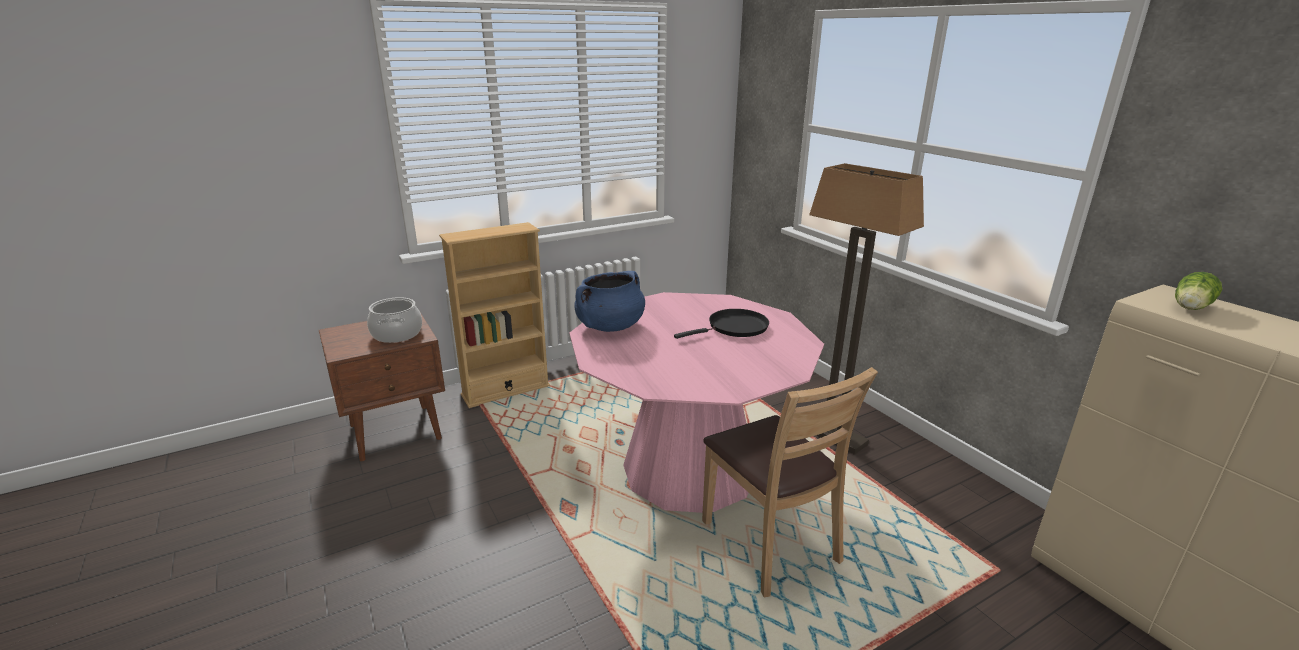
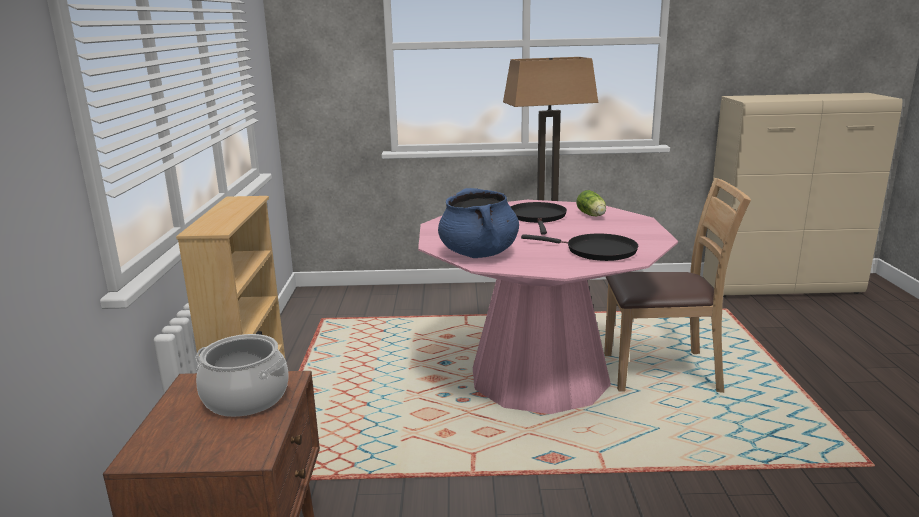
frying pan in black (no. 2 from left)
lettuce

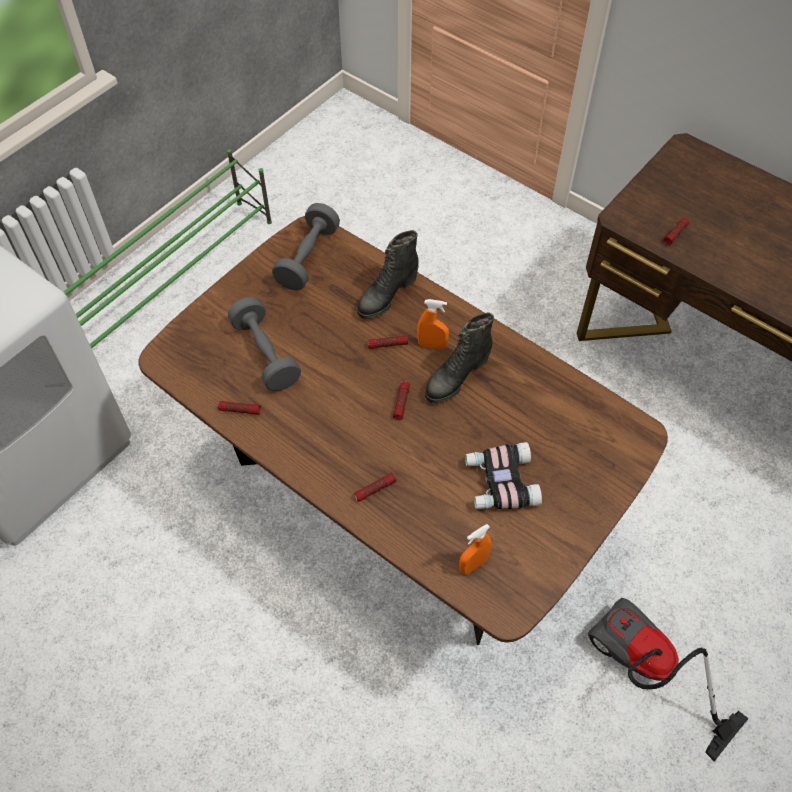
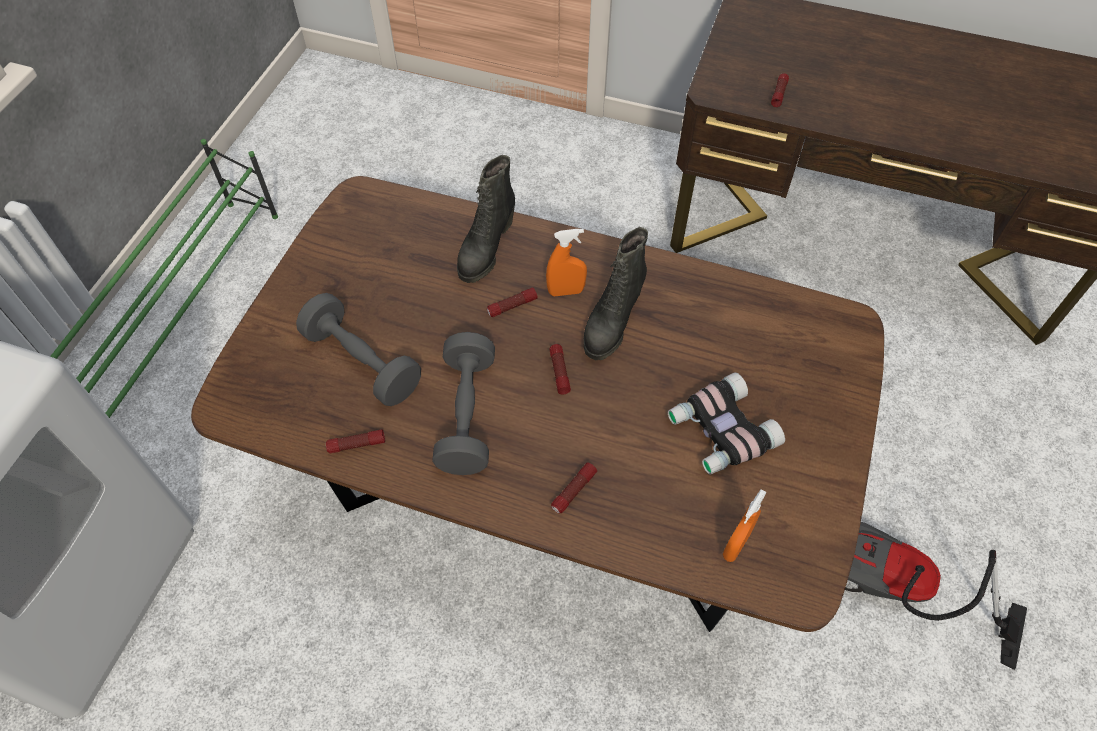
dumbbell in grey (no. 2 from left)

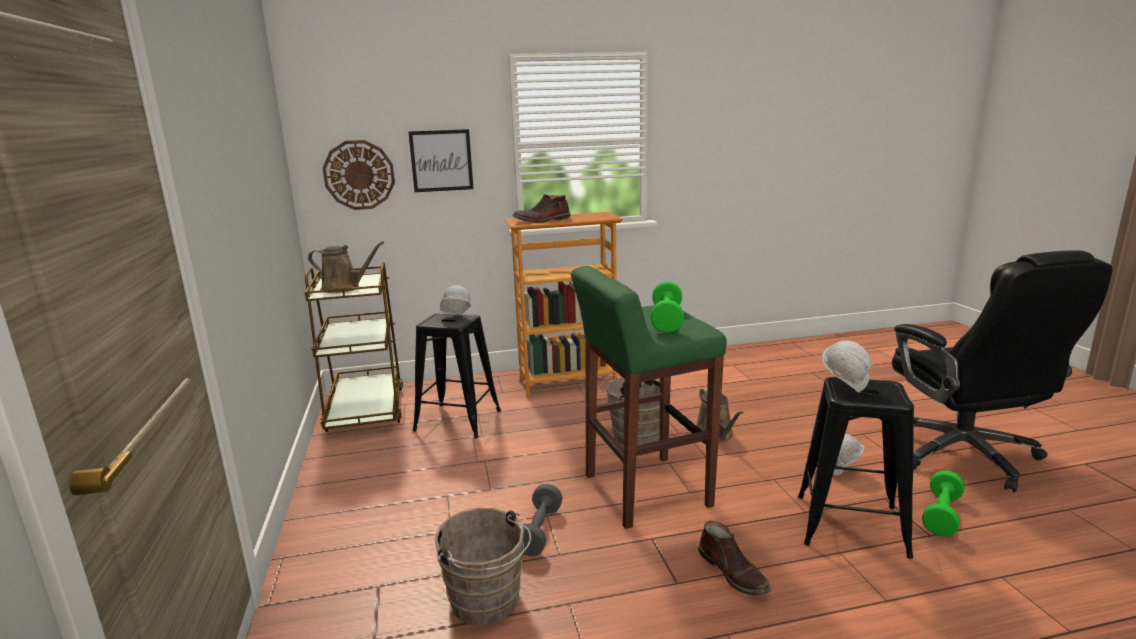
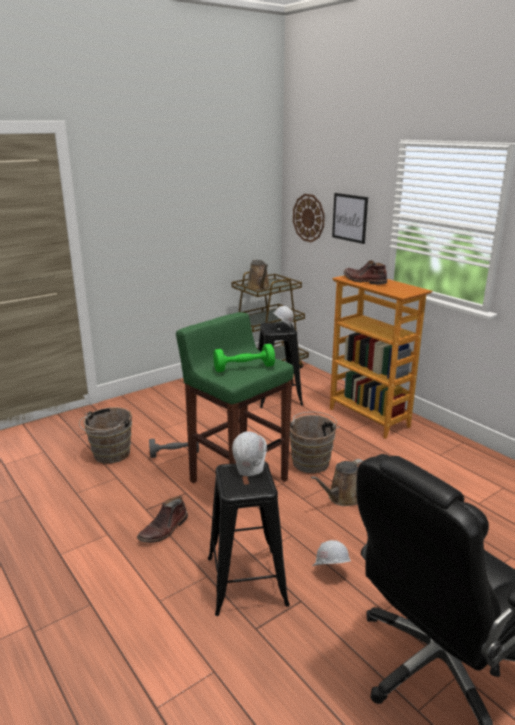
dumbbell in green (no. 2 from left in the first image)

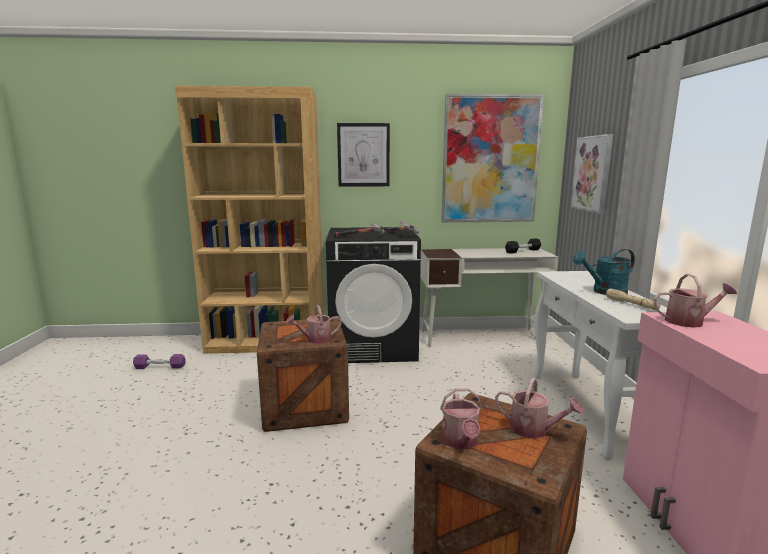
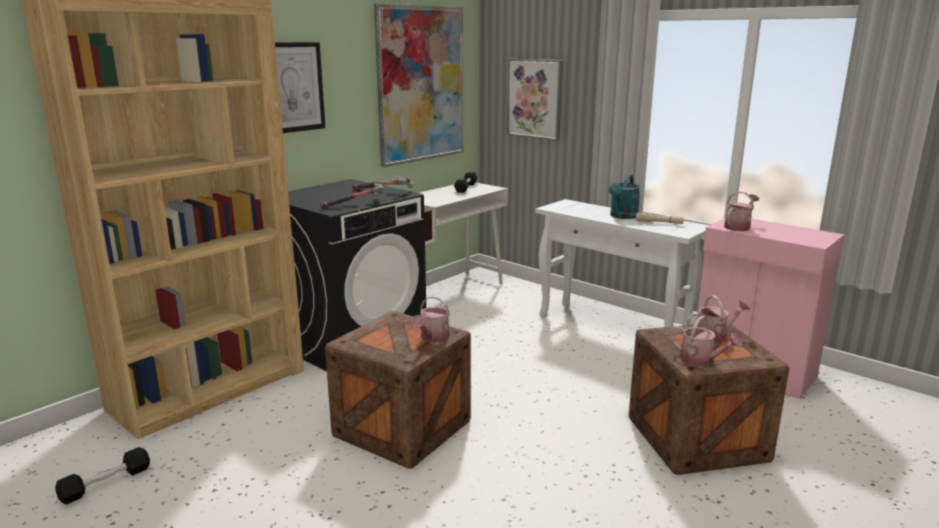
dumbbell in black (no. 1 from left)

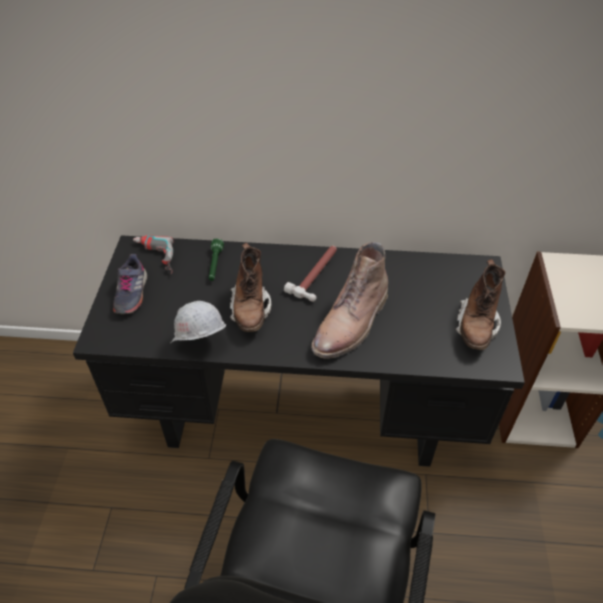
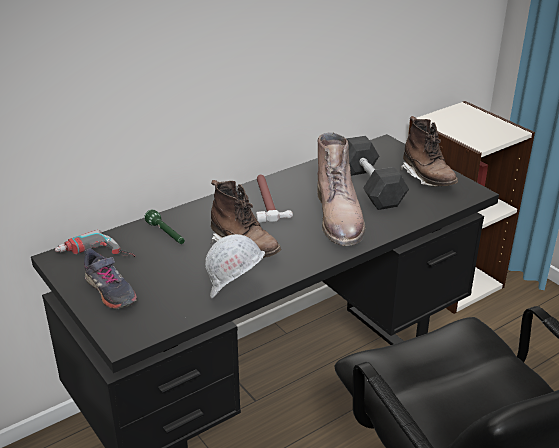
dumbbell in grey

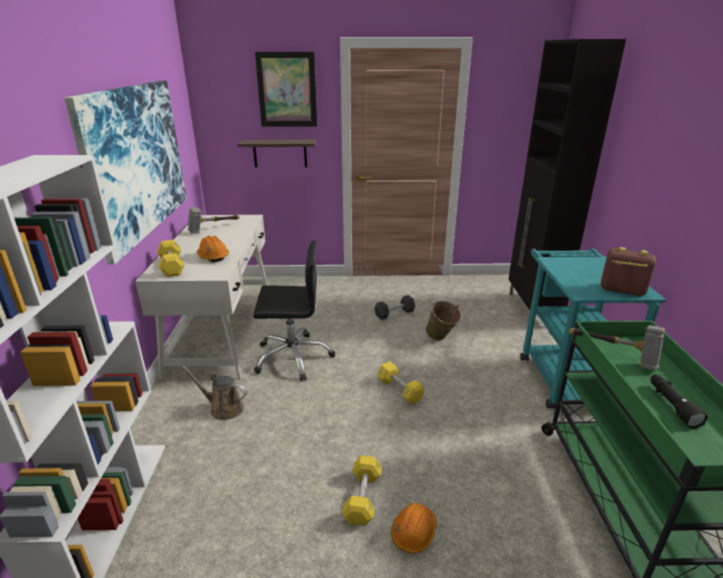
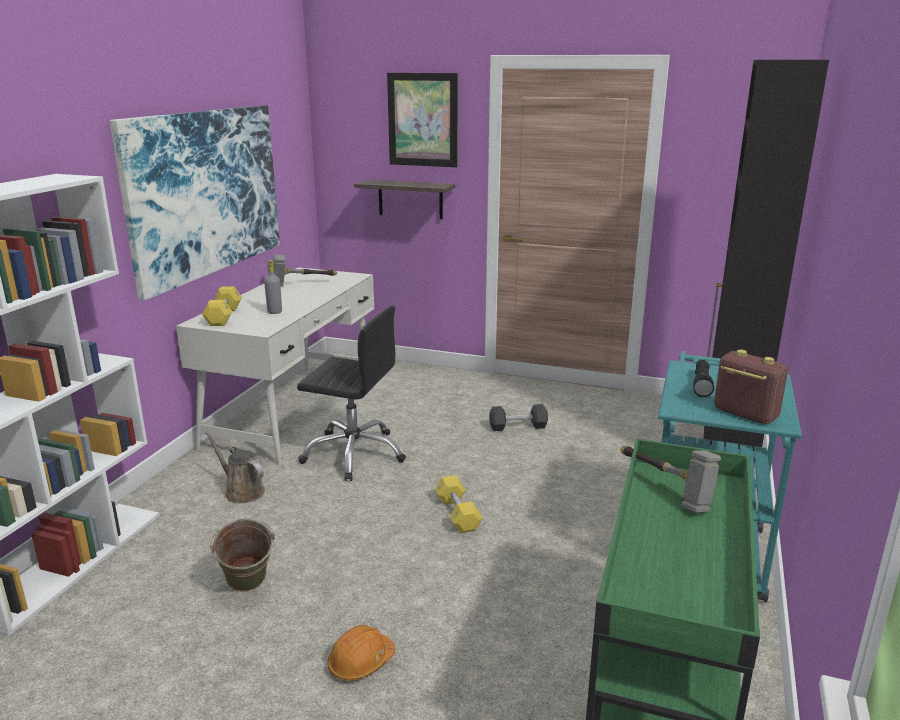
bucket in green
bottle in grey
flashlight in black
dumbbell in yellow (no. 2 from left in the first image)

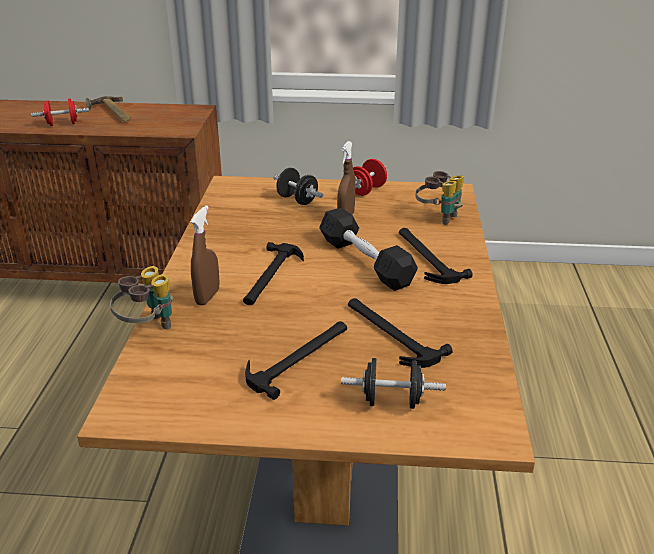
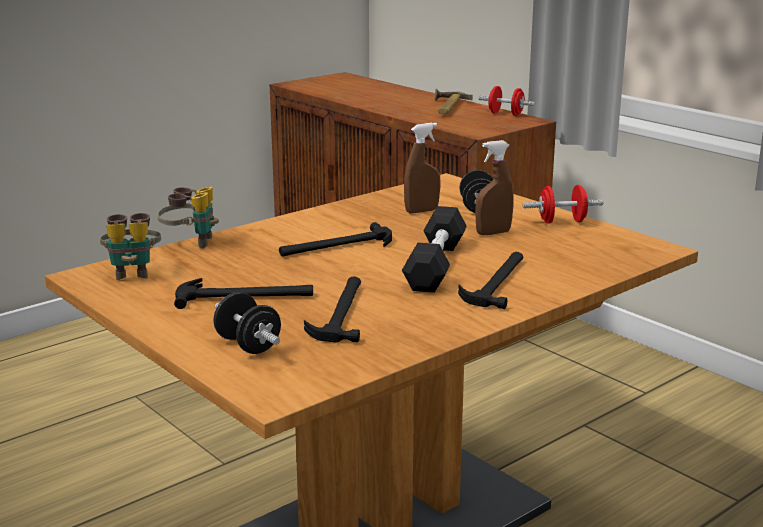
binoculars (no. 1 from left)
spray bottle in brown (no. 1 from left)
dumbbell in red (no. 1 from left)

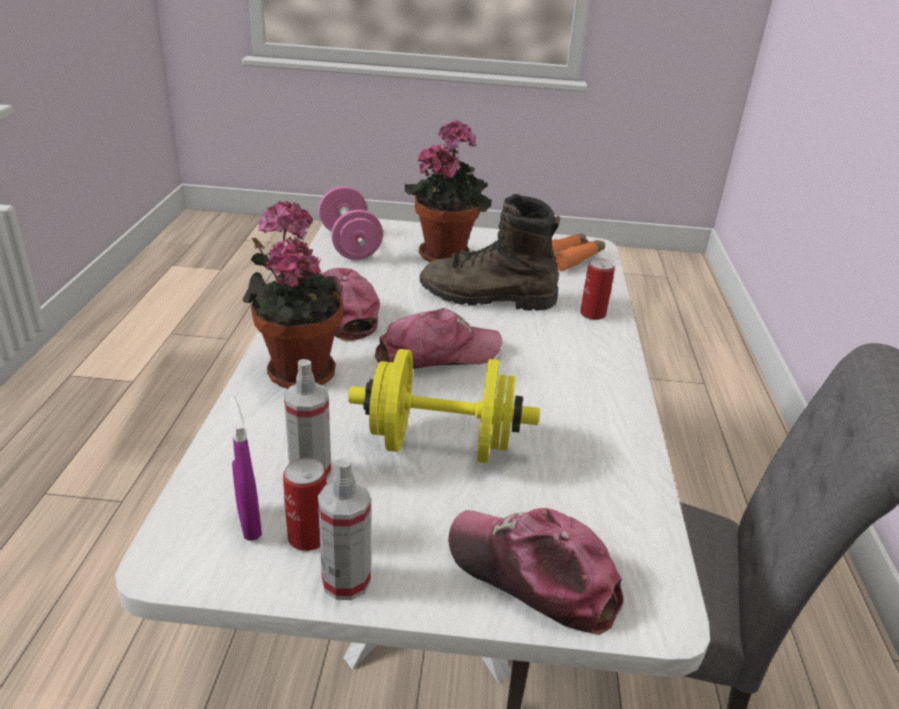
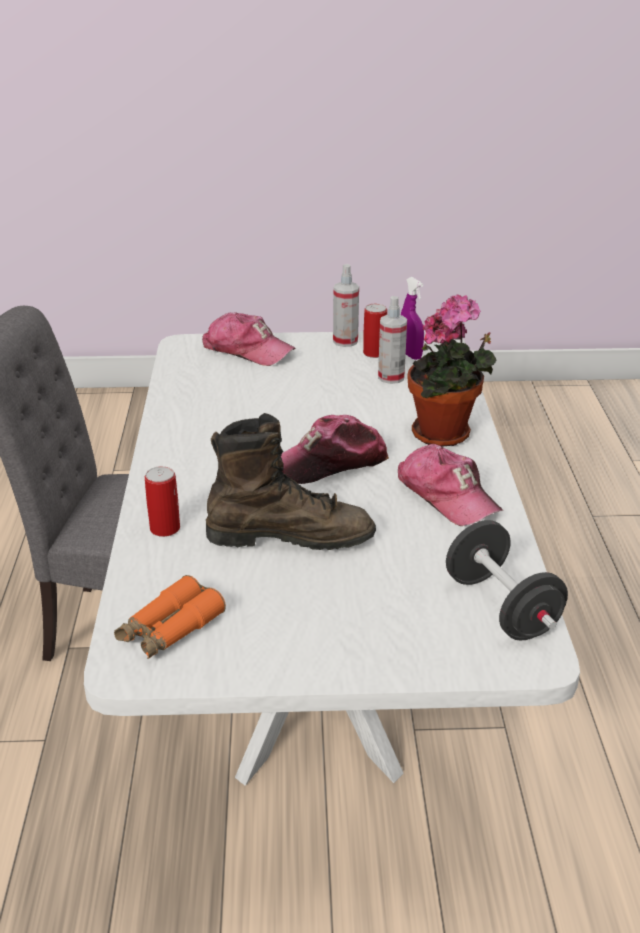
dumbbell in black
dumbbell in yellow
potted plant (no. 2 from left in the first image)

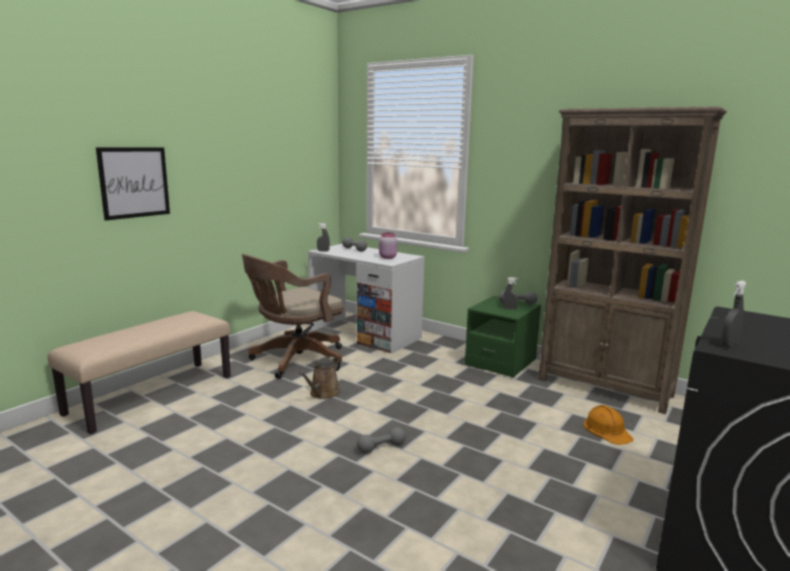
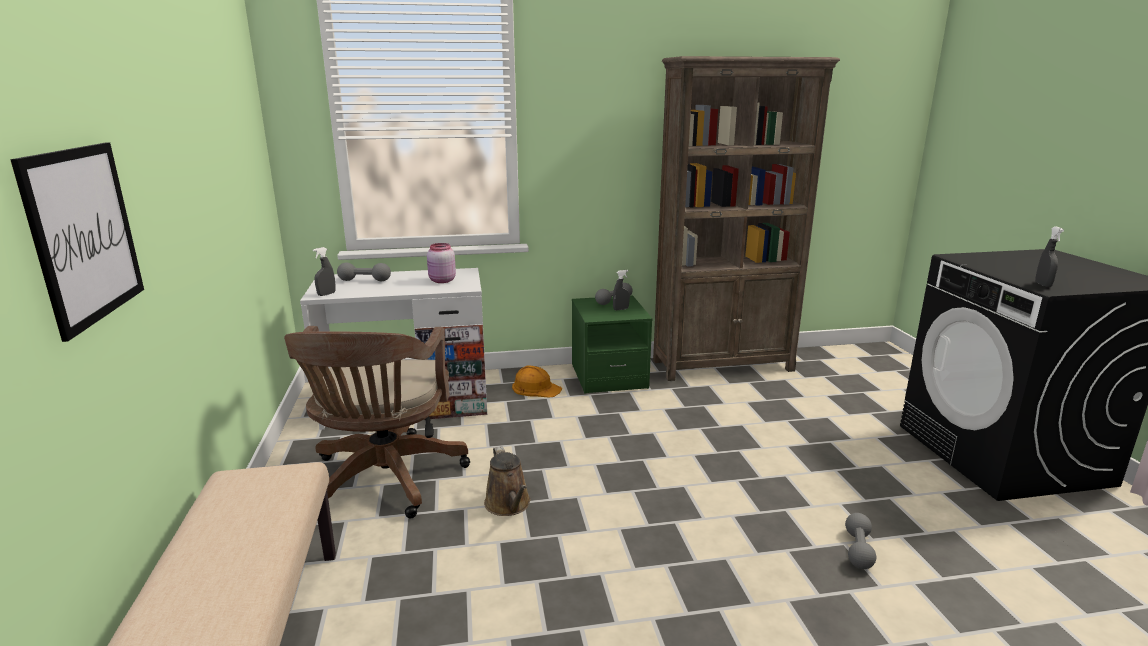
hard hat in orange
dumbbell in grey (no. 3 from left)

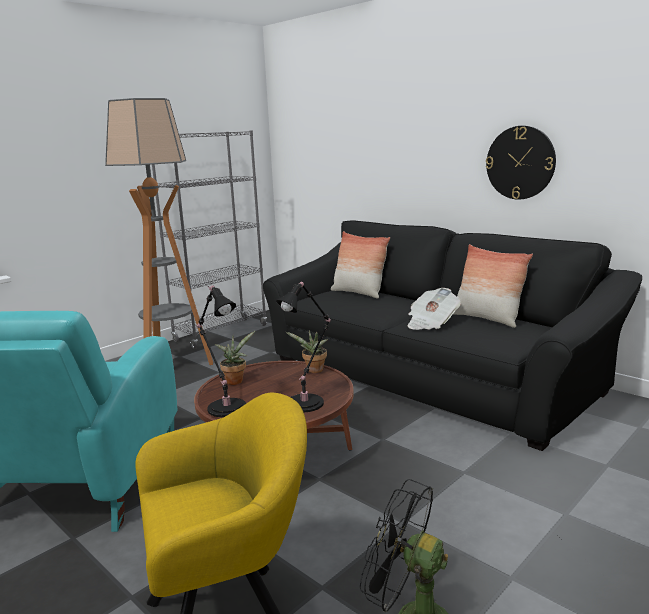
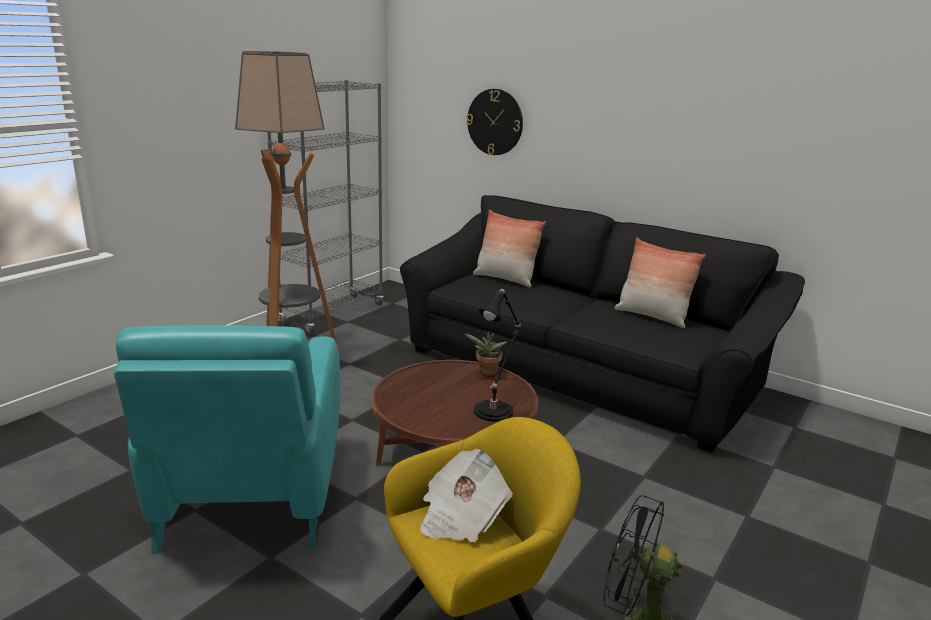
newspaper
wall clock
table lamp in black (no. 1 from left in the first image)
potted plant (no. 1 from left in the first image)

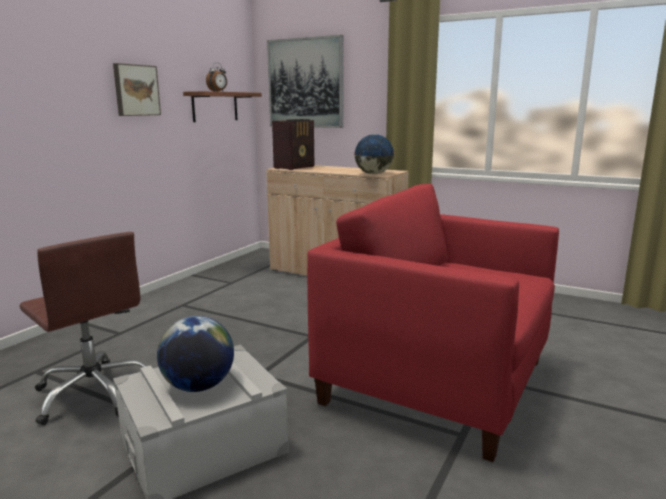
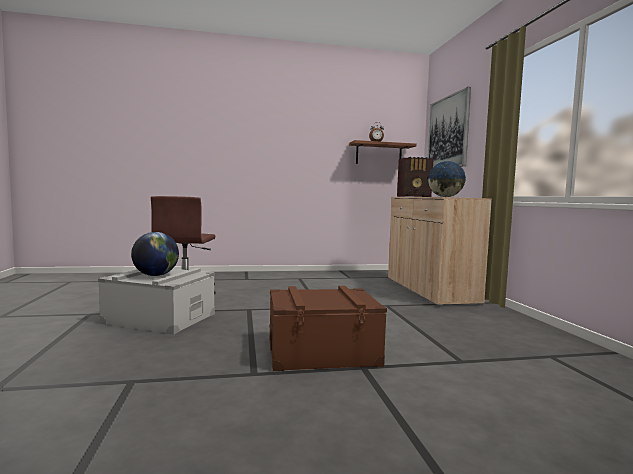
storage box in brown
picture (no. 1 from left in the first image)

